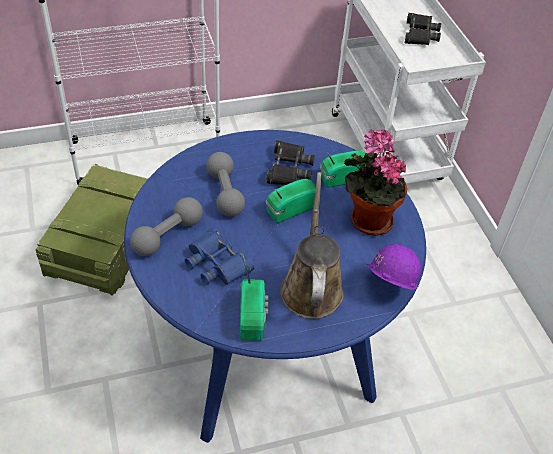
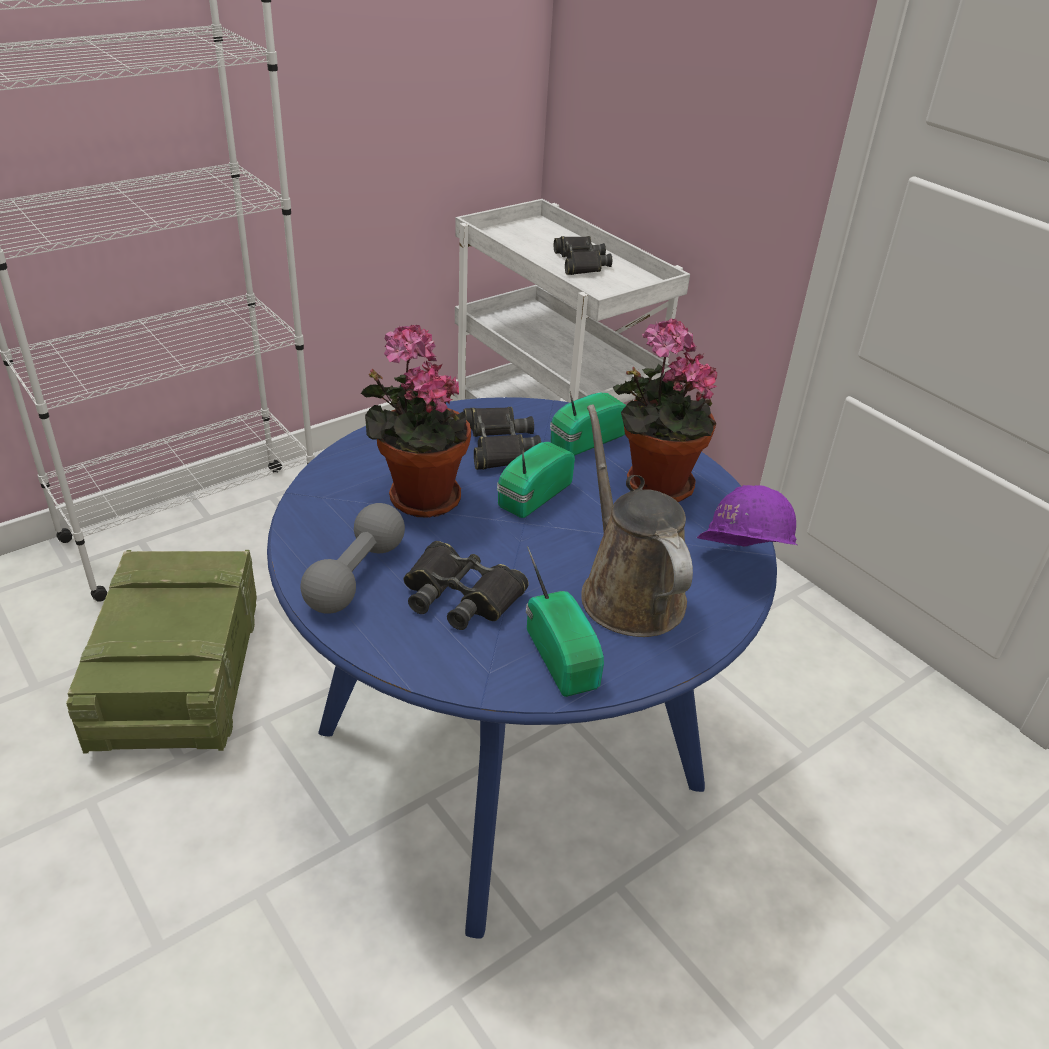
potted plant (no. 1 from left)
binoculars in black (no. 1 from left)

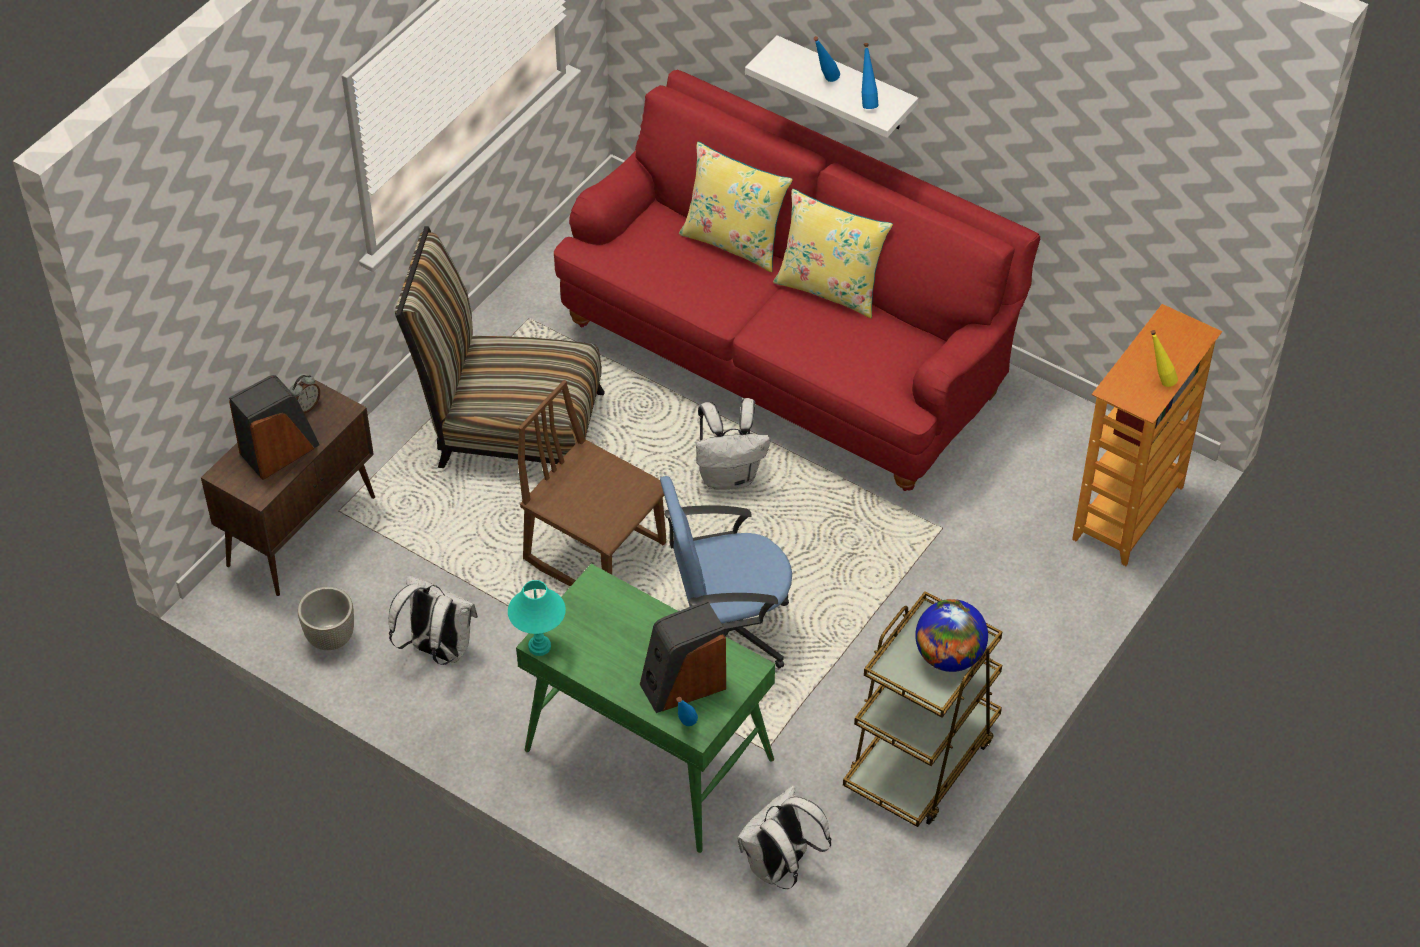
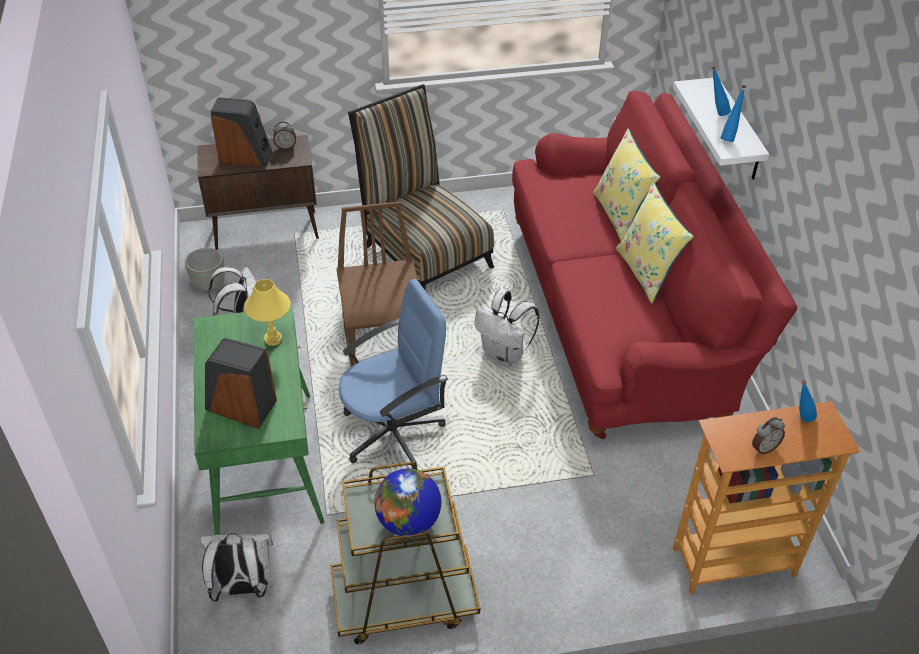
table lamp in yellow
office chair in blue
alarm clock (no. 2 from left)
bottle in blue (no. 3 from left)
table lamp in turquoise

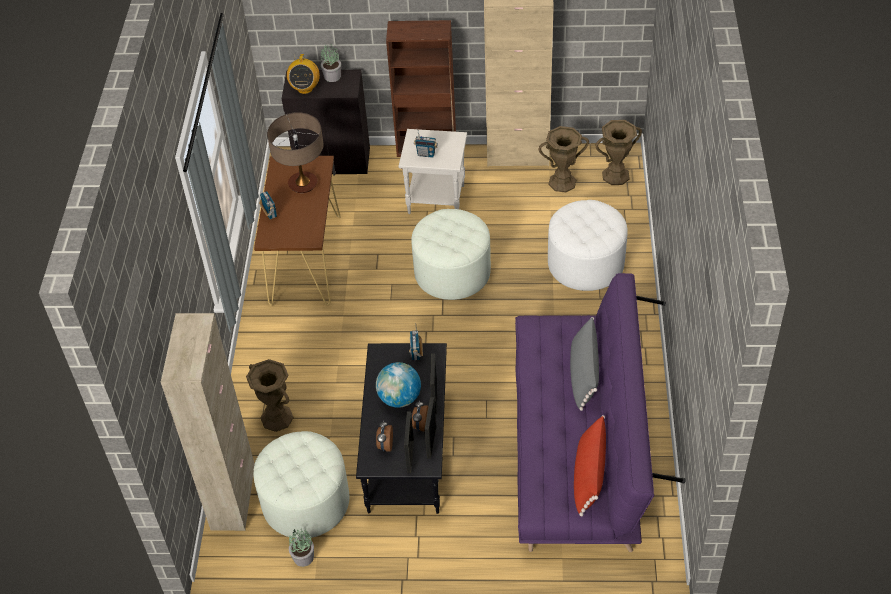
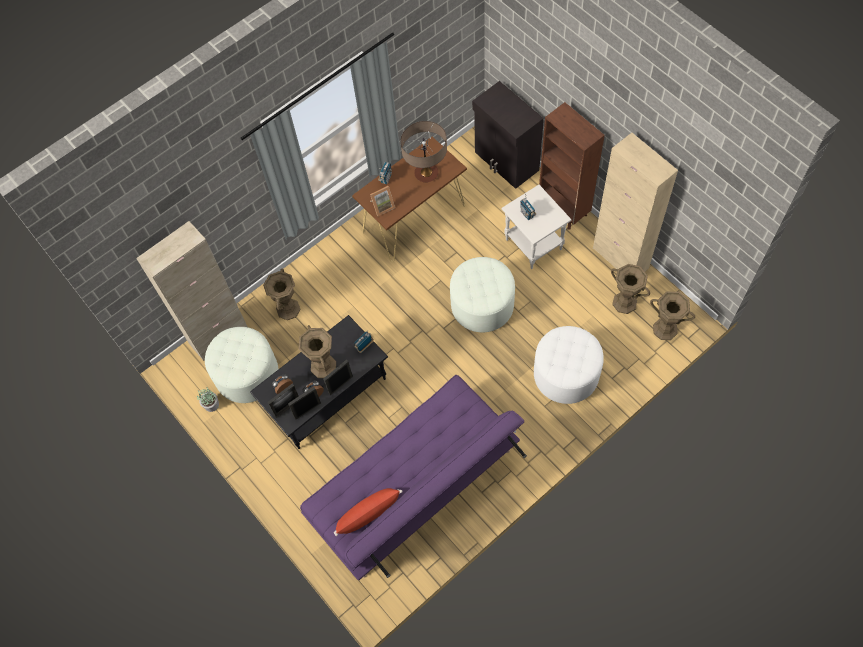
vase in brown (no. 2 from left)
picture frame (no. 4 from left)
radio (no. 2 from left in the first image)
potted plant (no. 2 from left in the first image)
pillow in grey

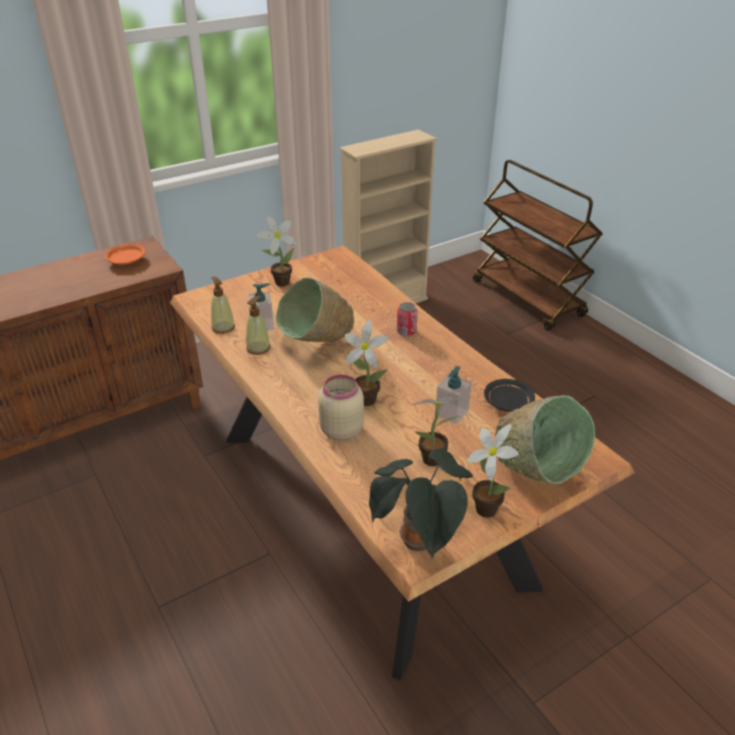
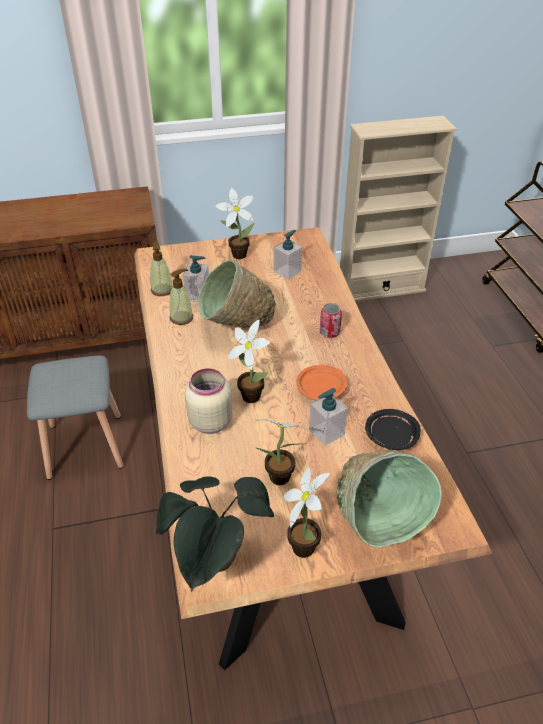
stool in grey
soap dispenser (no. 4 from left)
plate in orange

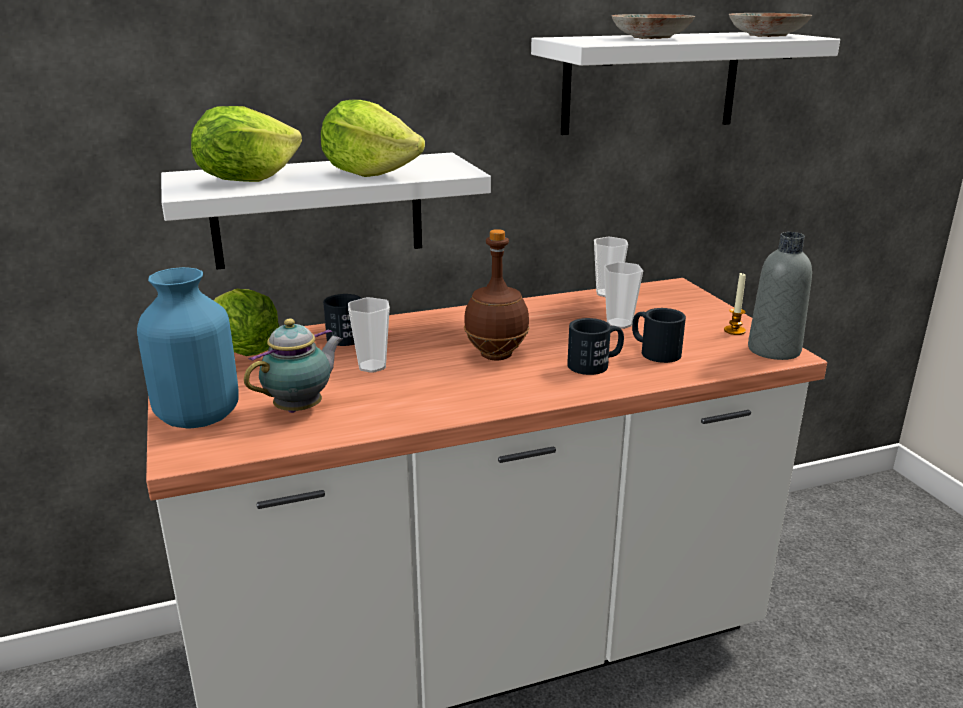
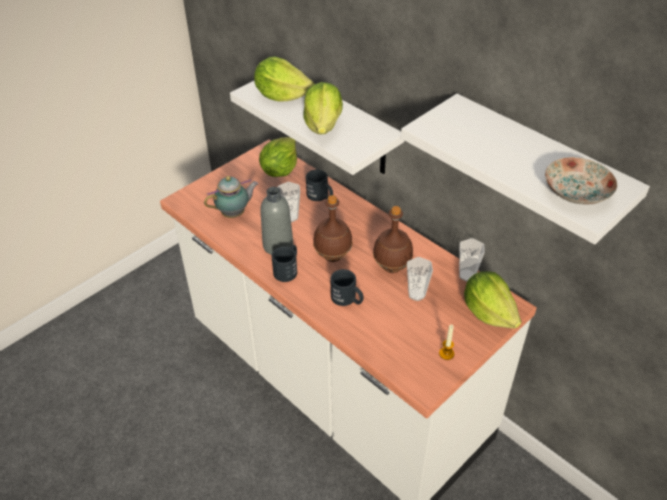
teapot
bottle in grey
mug in black (no. 1 from left)
bottle in brown (no. 2 from left)
lettuce (no. 4 from left)
vase in blue
plate (no. 1 from left in the first image)

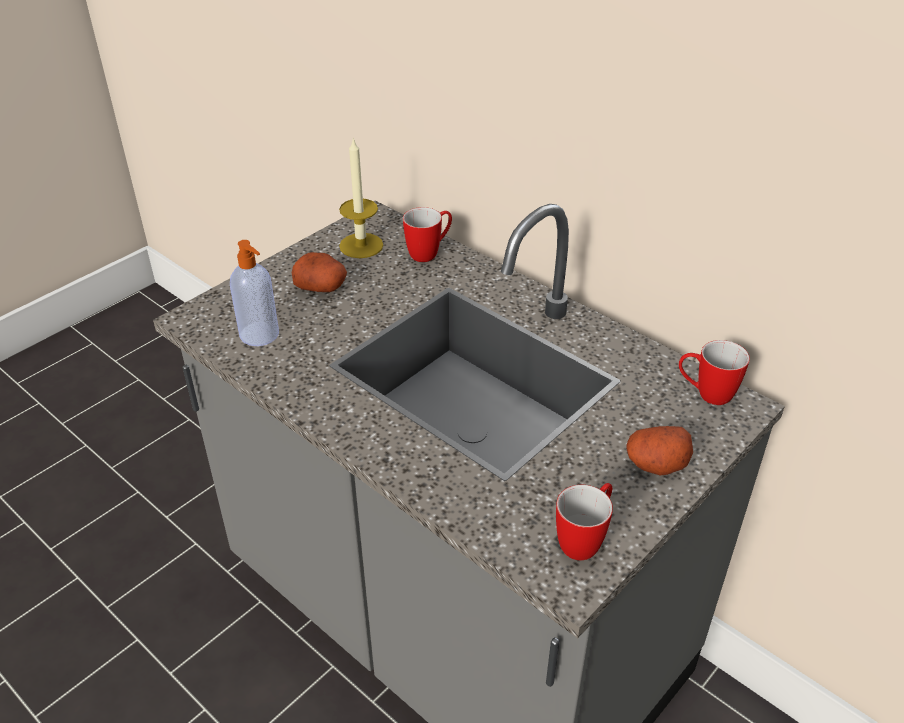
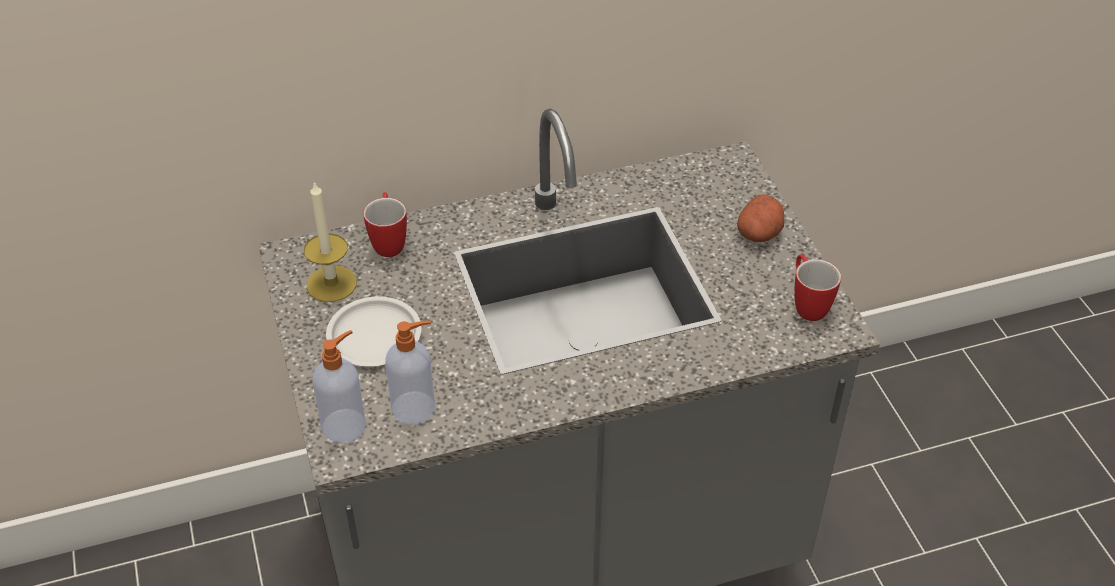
soap dispenser (no. 1 from left)
plate in white
mug (no. 3 from left in the first image)

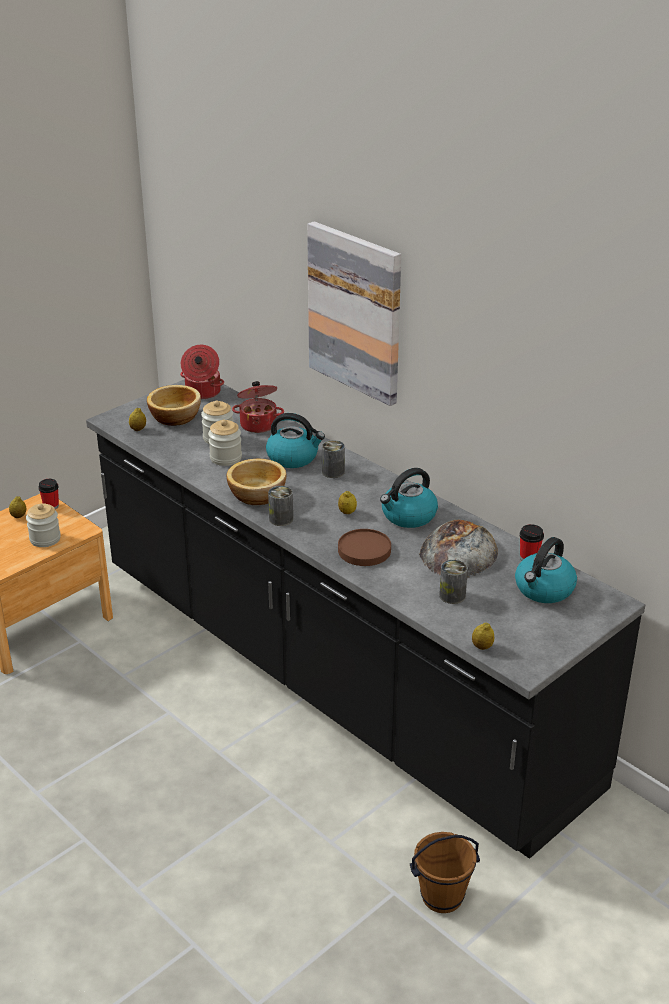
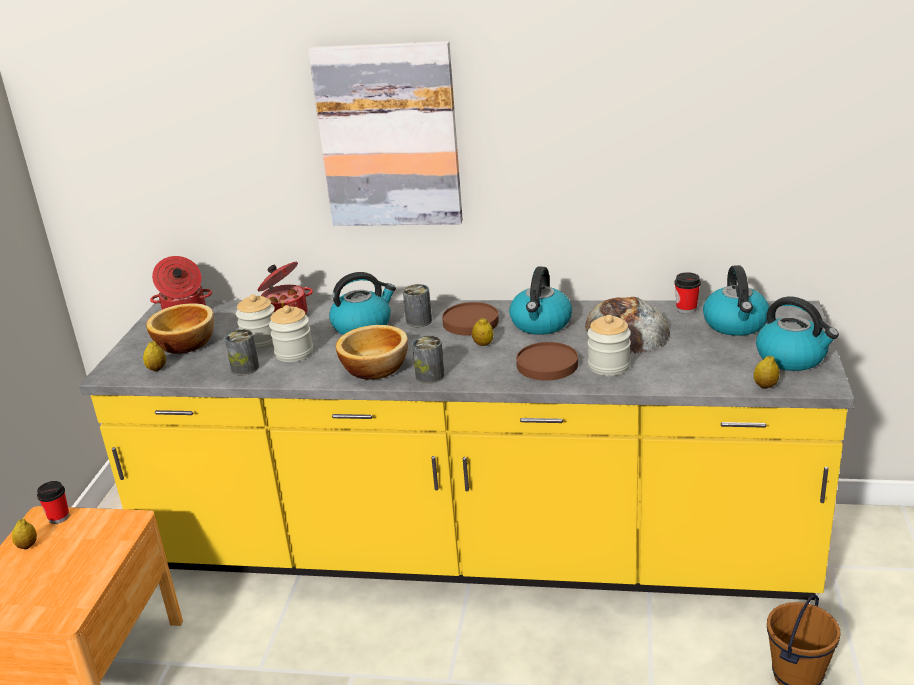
counter in yellow
can (no. 1 from left)
plate in brown (no. 1 from left)
jar (no. 3 from left)
kettle (no. 4 from left)

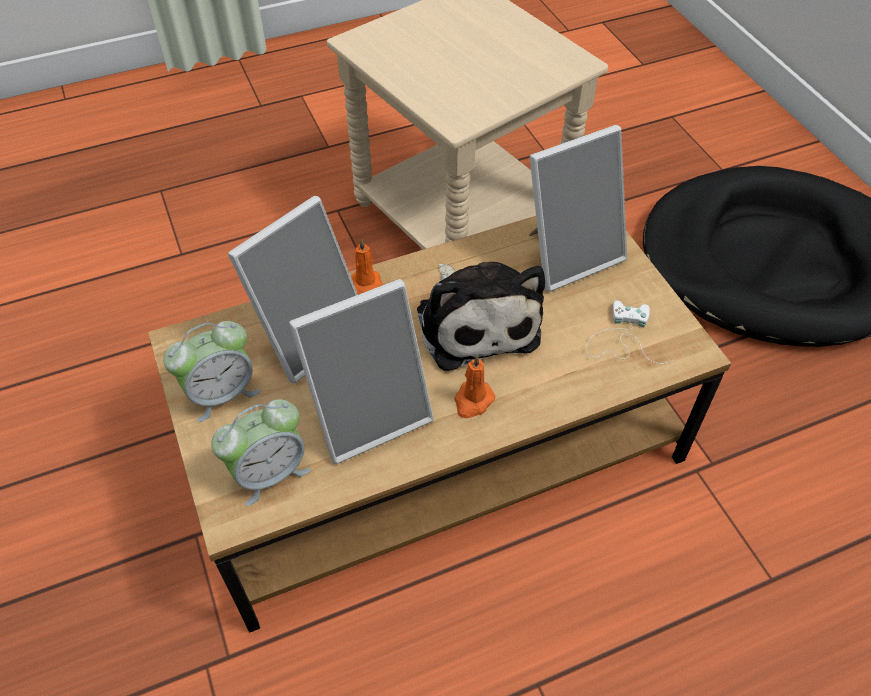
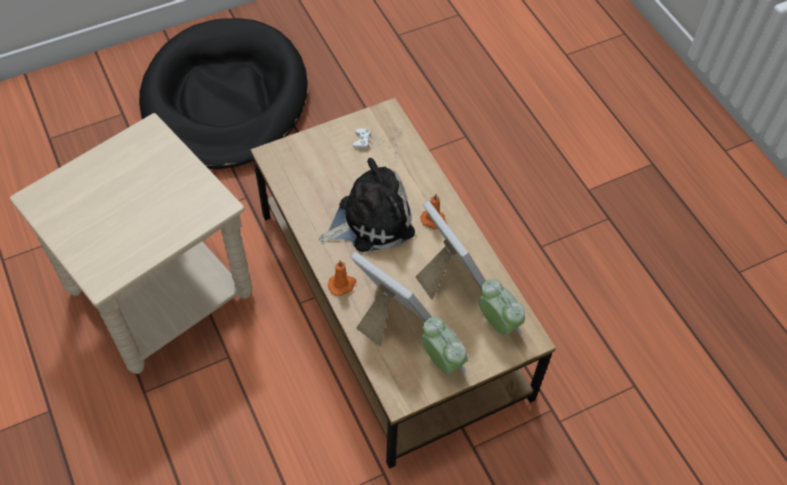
picture frame (no. 3 from left in the first image)

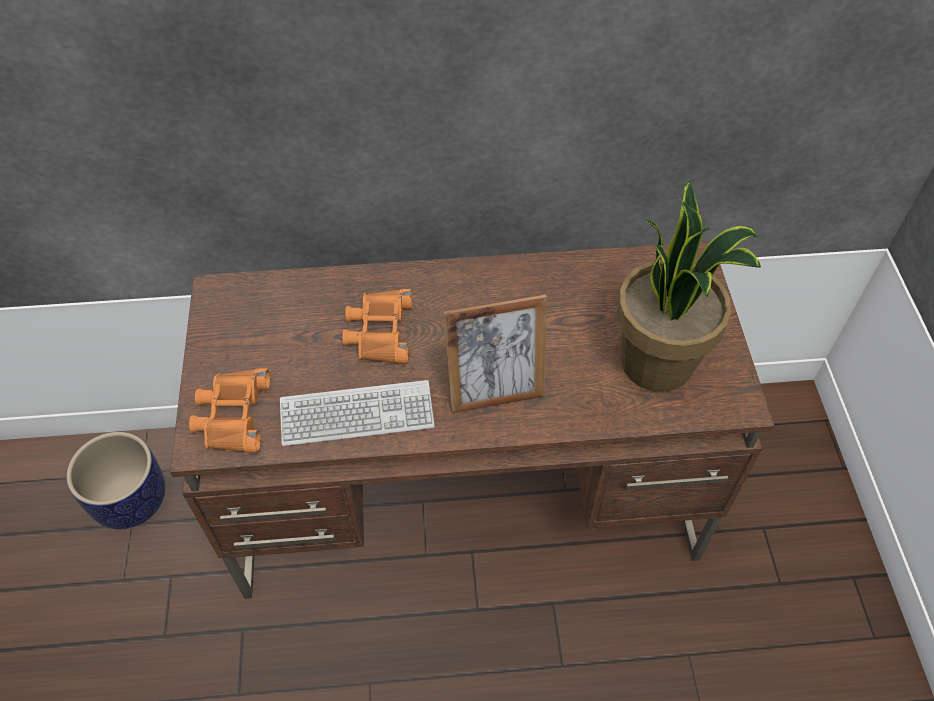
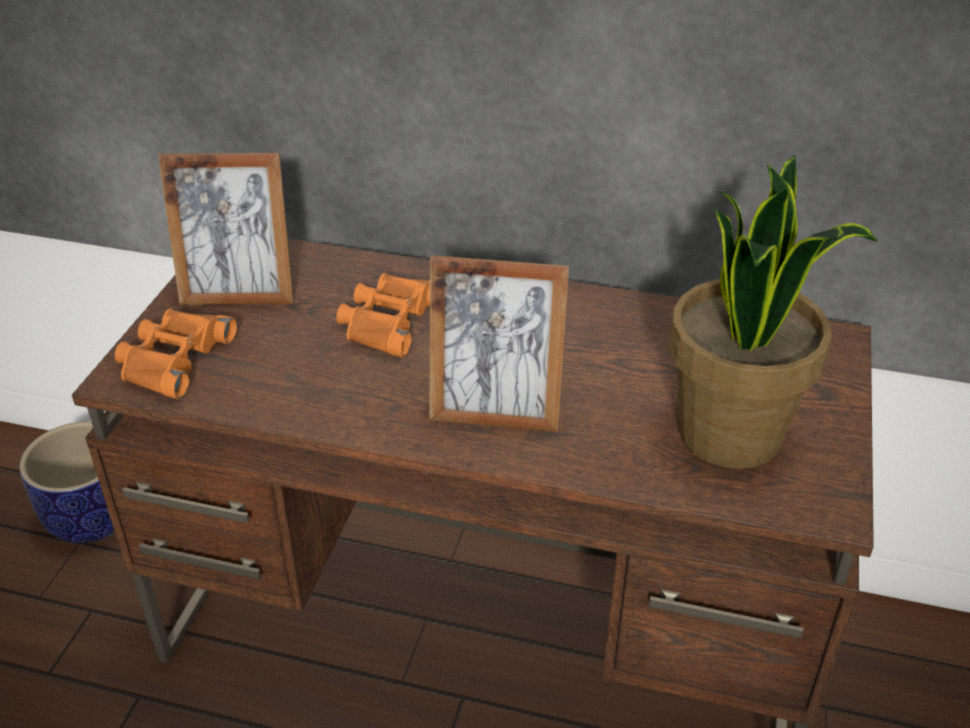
picture frame (no. 1 from left)
keyboard

